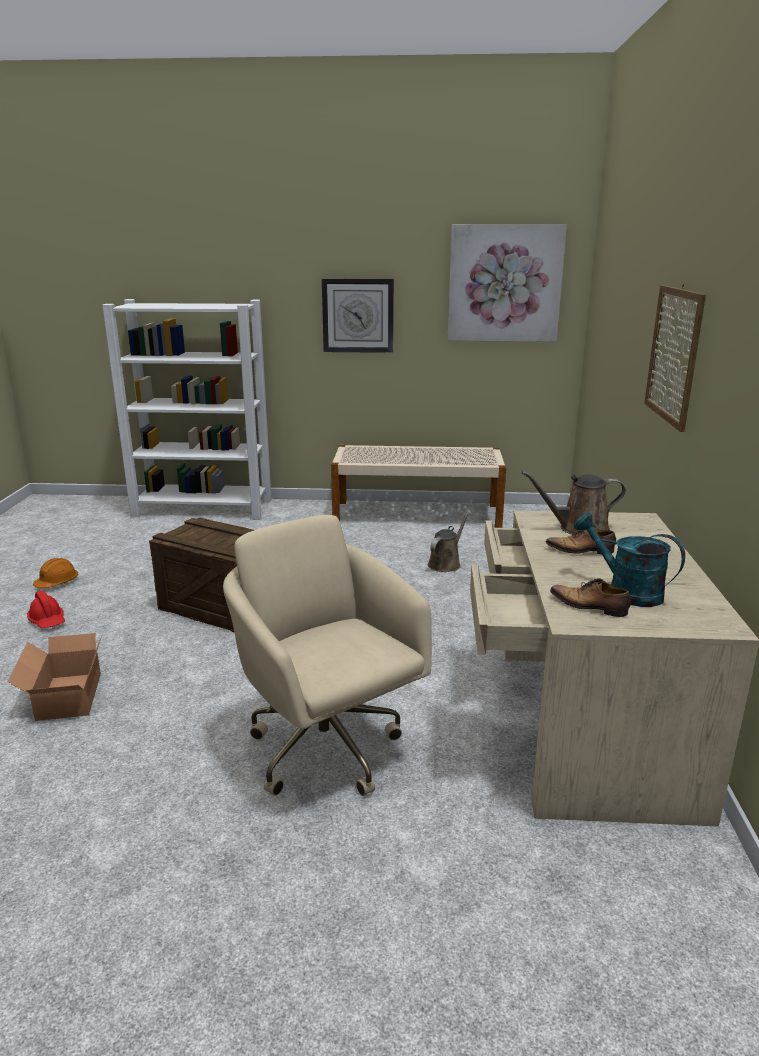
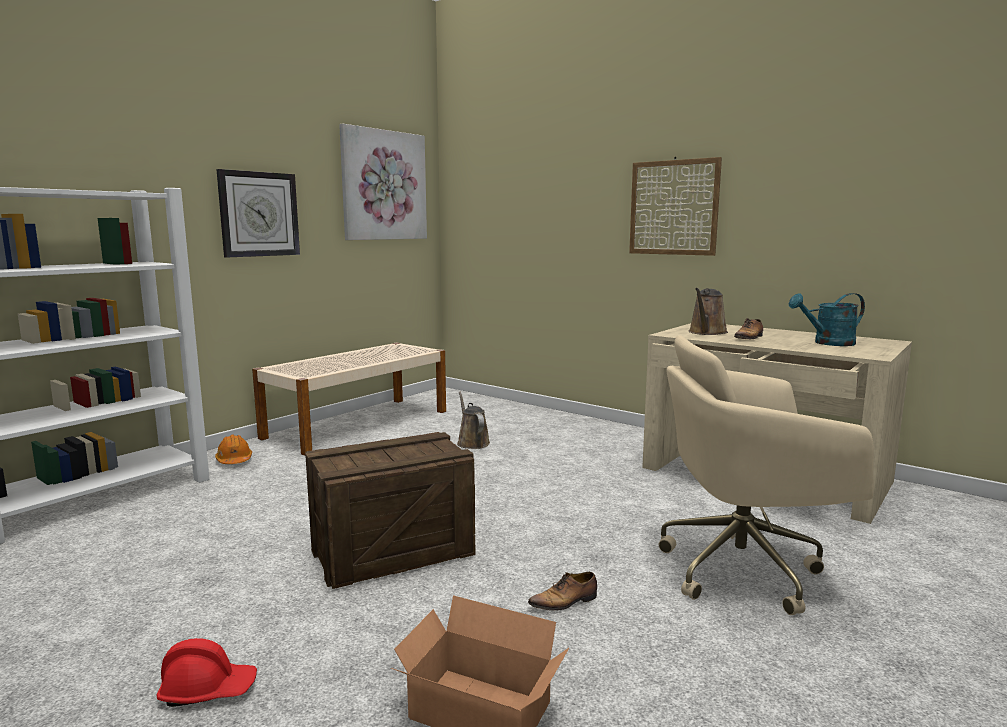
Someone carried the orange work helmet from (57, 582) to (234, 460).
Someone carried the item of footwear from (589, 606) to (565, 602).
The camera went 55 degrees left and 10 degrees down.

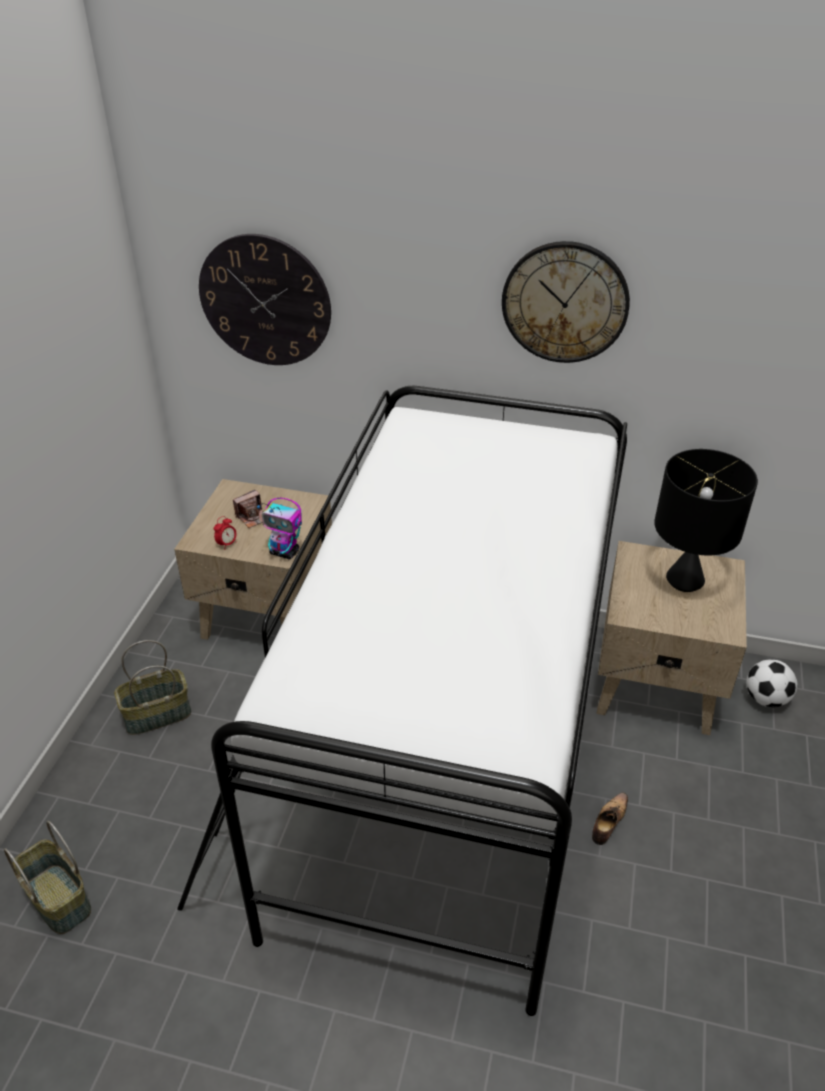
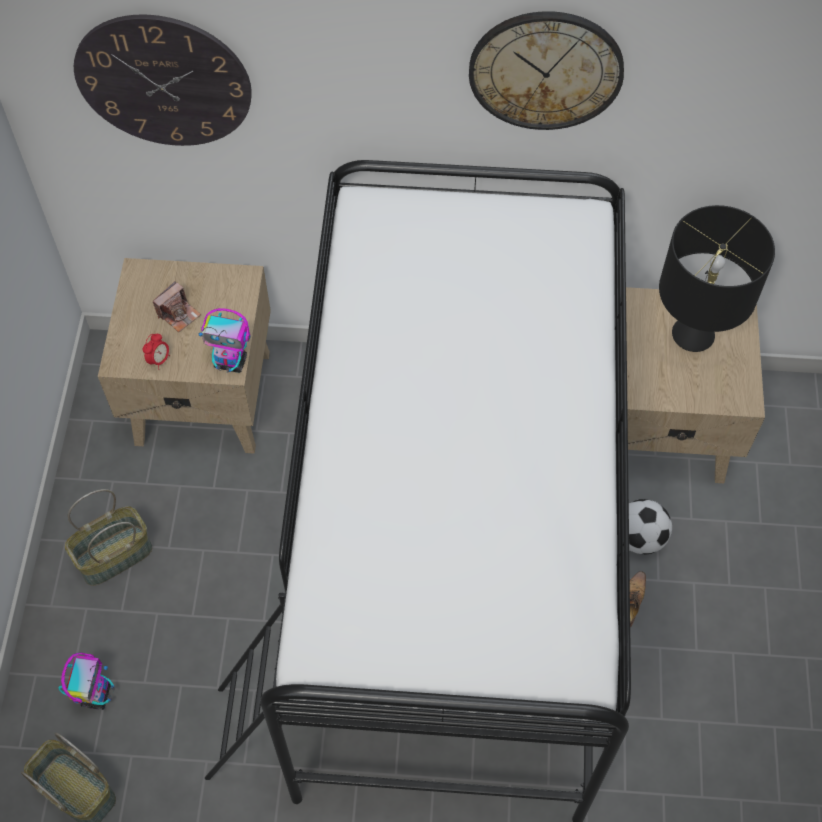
Someone carried the football from (766, 699) to (640, 538).
Someone put down the robot figure at (96, 694).
The camera went 10 degrees left and 20 degrees up.

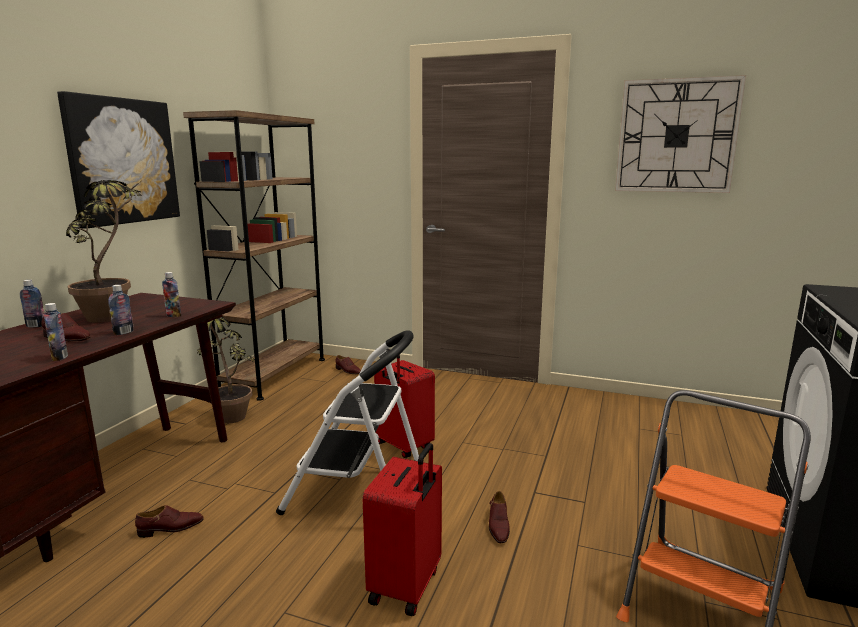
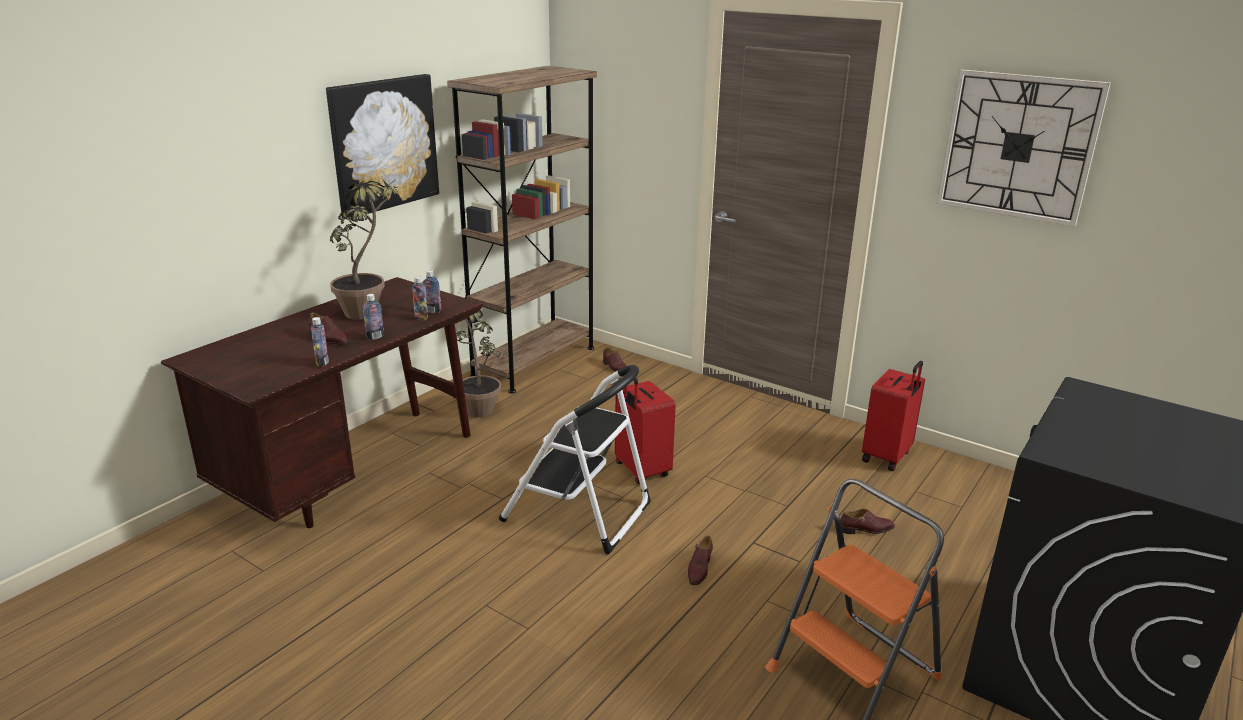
Someone carried the beverage bottle from (36, 326) to (433, 311).
Someone carried the brownish item of footwear from (171, 528) to (866, 529).
Someone carried the reddish piece of luggage from (407, 586) to (887, 457).
The camera went 15 degrees right and 10 degrees up.

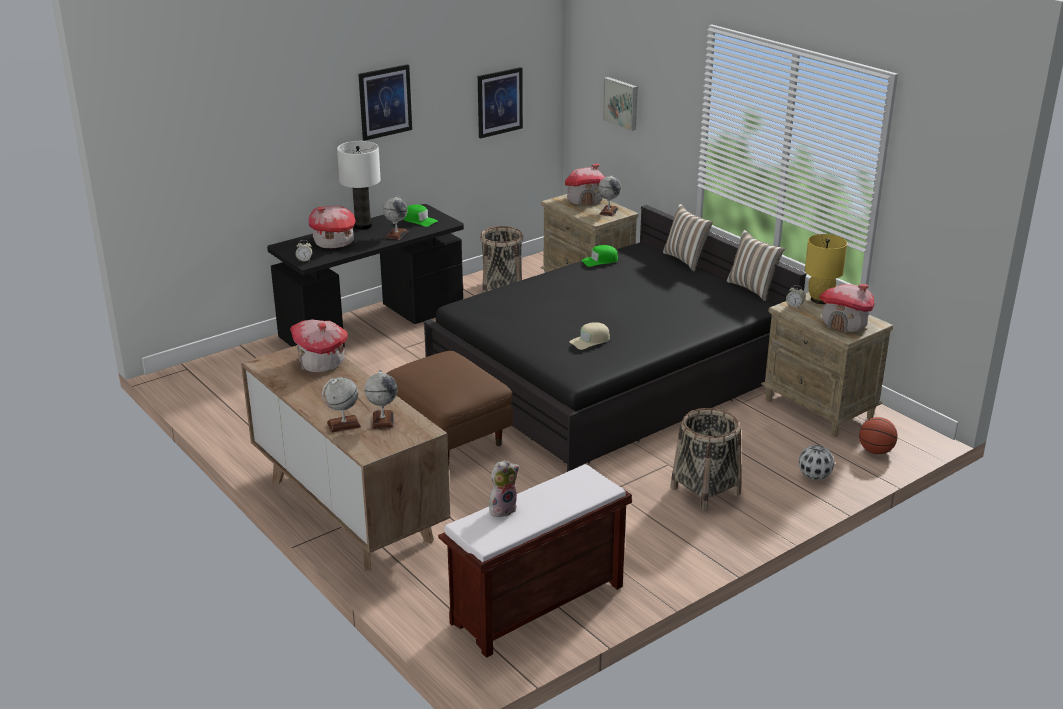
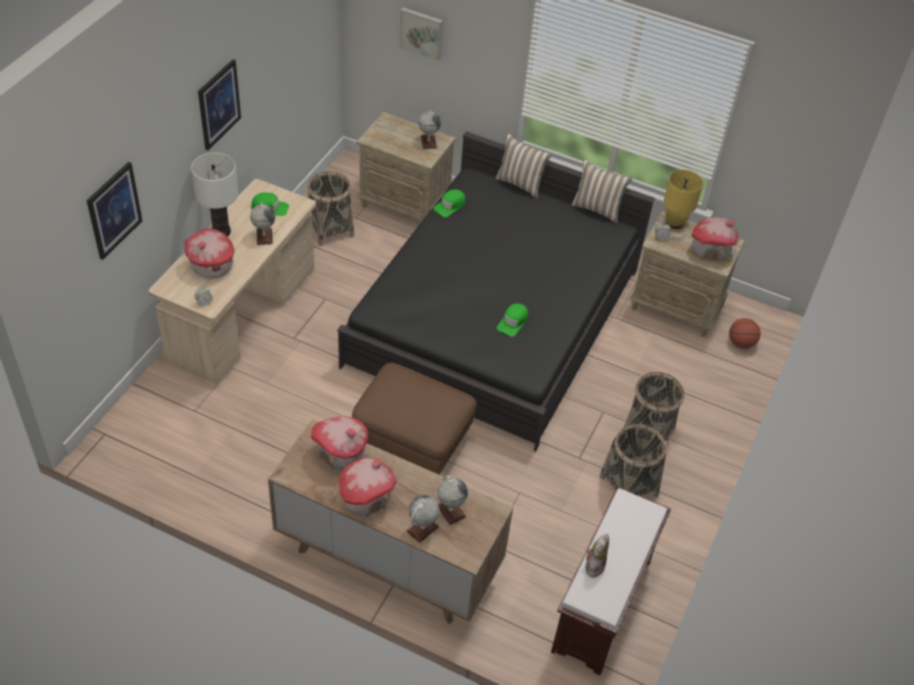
Someone repainted the black desk unit at (373, 325), which became the sand-coloured desk unit at (243, 315).
Someone carried the picture from (499, 102) to (114, 210).
Someone carried the miniature house from (585, 200) to (366, 498).
Someone repainted the sand-coloured peaked cap at (590, 341), which became the greenish peaked cap at (513, 322).
Someone took away the football at (814, 477).
Someone put down the household basket at (628, 485).
The camera went 30 degrees left and 20 degrees up.

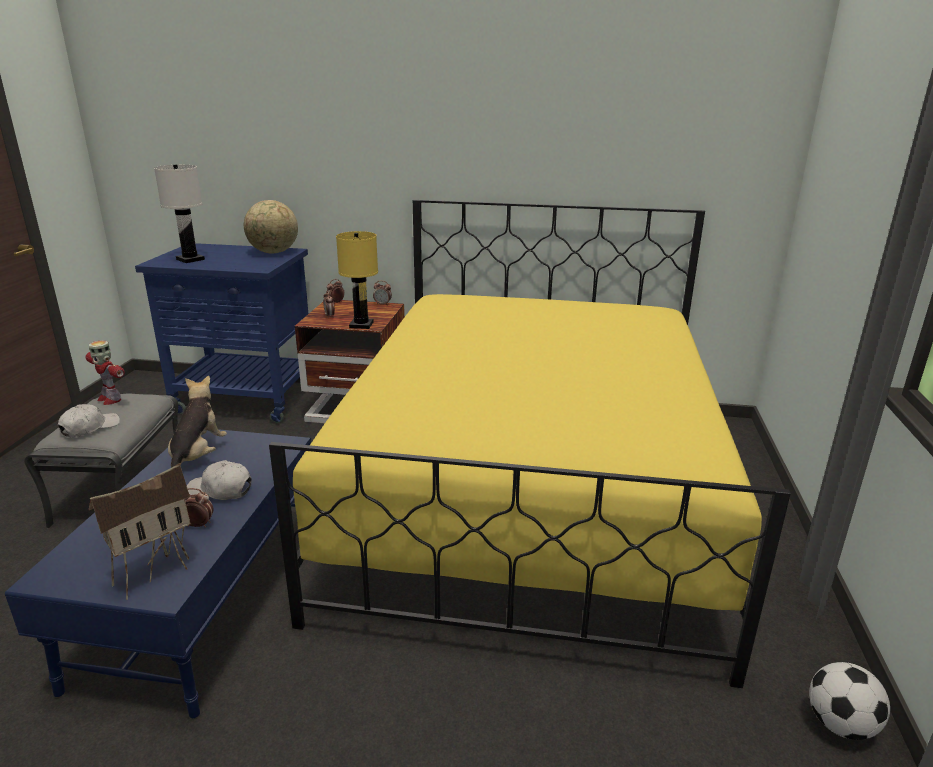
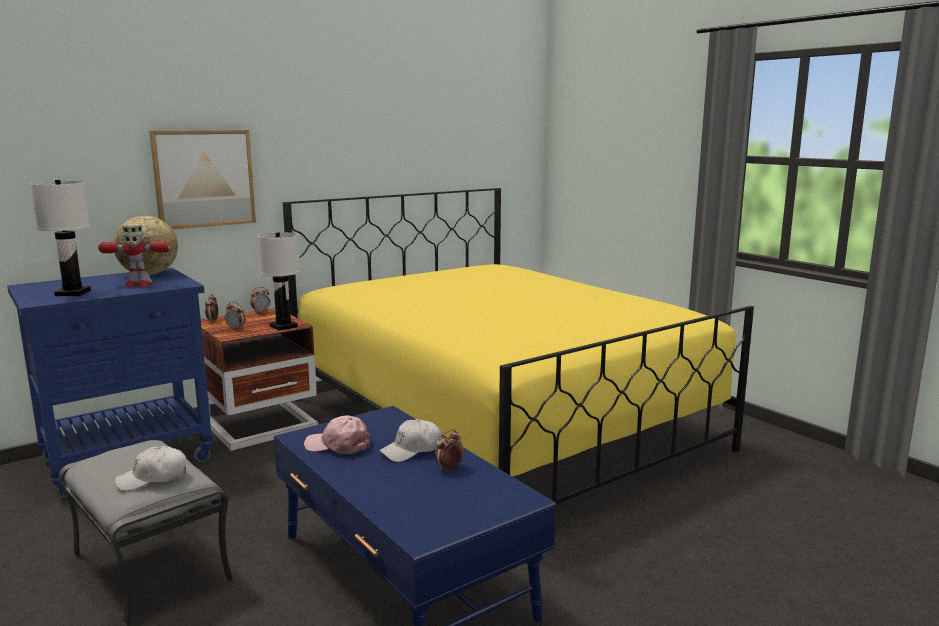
Someone rotated the whitish peaked cap at (90, 428) by 105 degrees counterclockwise.
Someone carried the robot figure from (110, 399) to (138, 284).
Someone took away the miniature house at (154, 571).
Someone swapped the soft toy at (198, 457) for the pink peaked cap at (338, 445).
Someone repainted the yellow tabletop lamp at (361, 325), which became the whitish tabletop lamp at (283, 326).
Someone took away the football at (840, 724).
Someone put up the picture at (204, 178).
The camera went 45 degrees left and 10 degrees down.

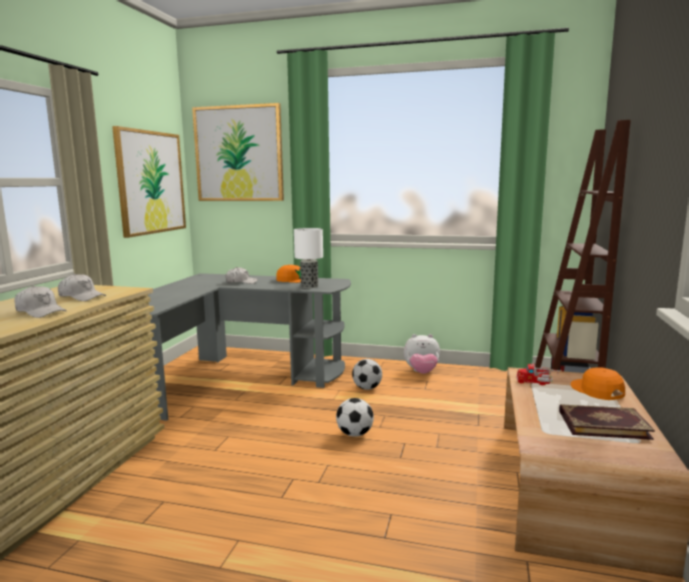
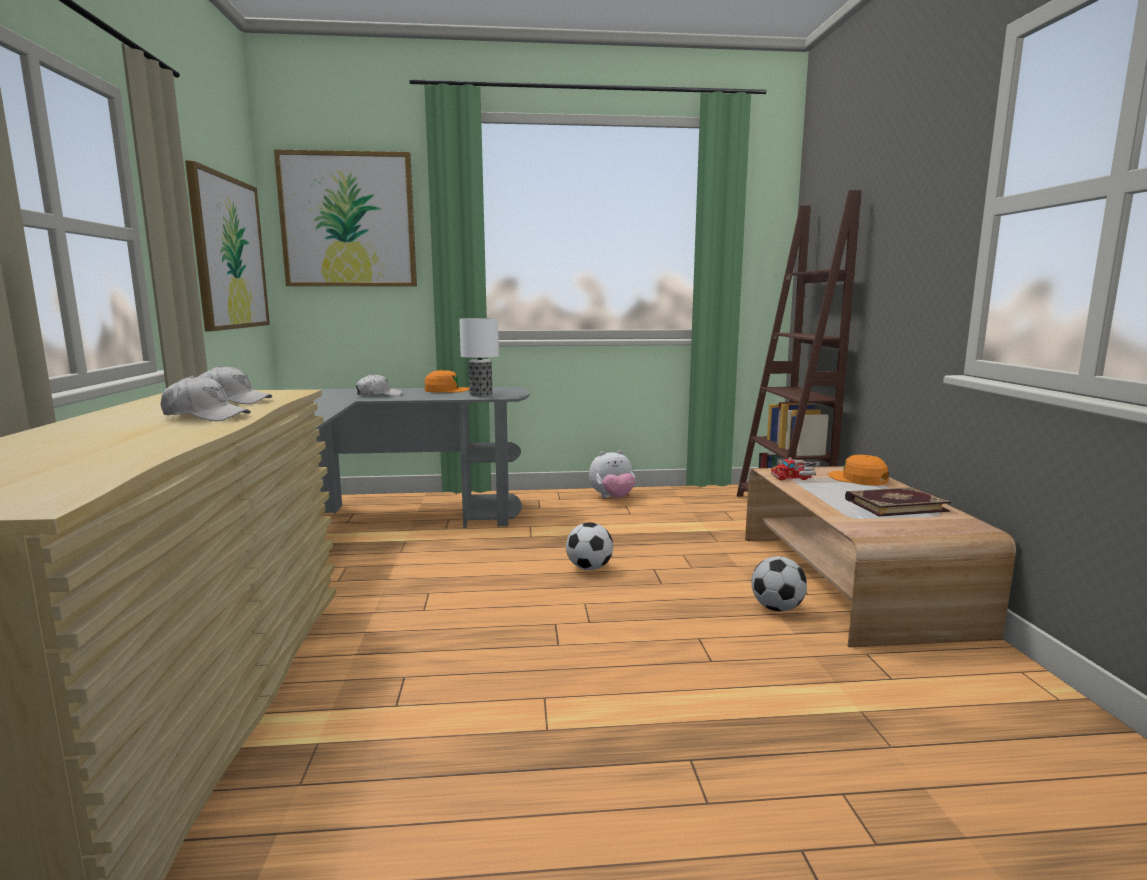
Someone carried the football from (367, 388) to (777, 608).
The camera went 20 degrees left and 0 degrees up.

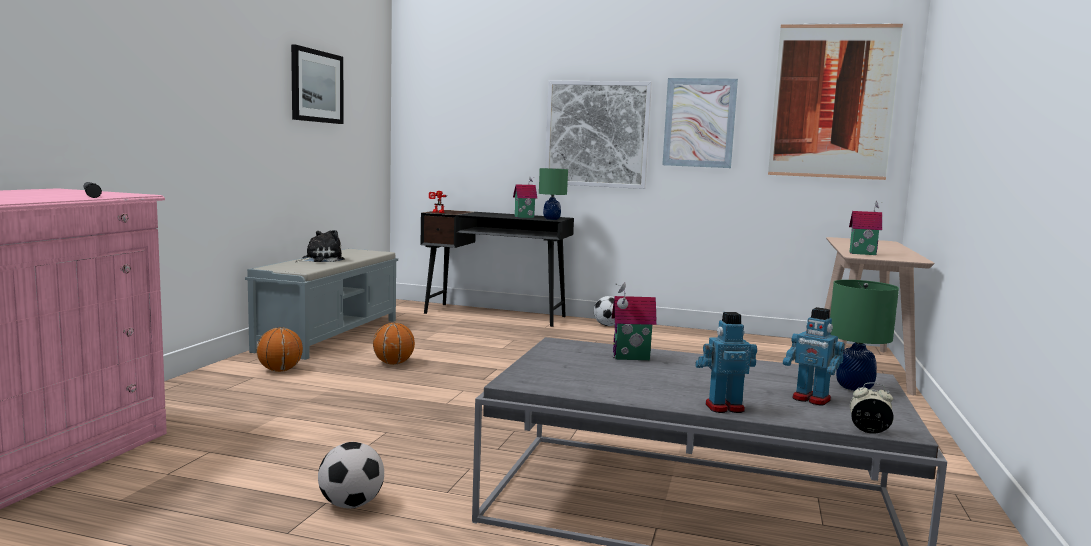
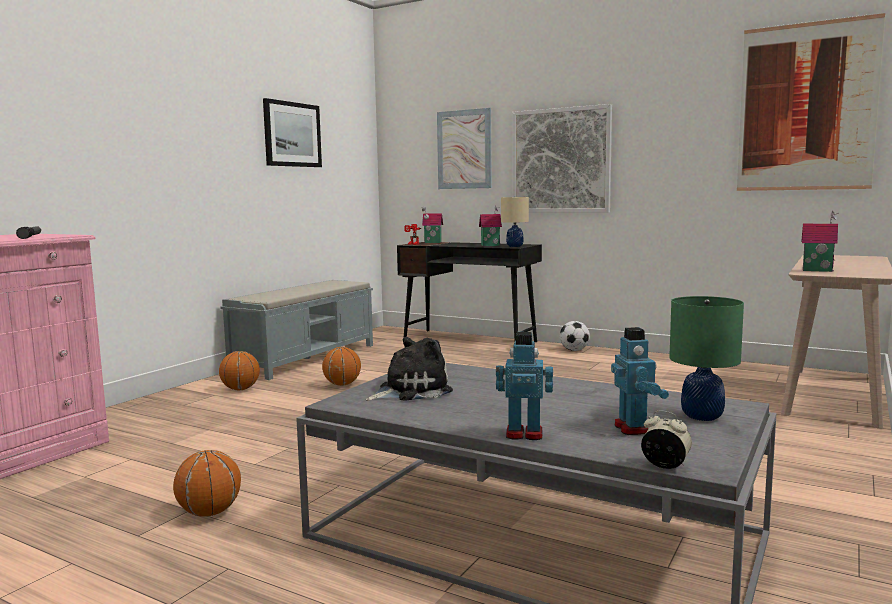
Someone carried the soft toy from (320, 259) to (410, 391).
Someone swapped the football at (351, 504) for the ball for basketball at (209, 513).
Someone repainted the greenish tabletop lamp at (552, 219), which became the sand-coloured tabletop lamp at (515, 246).
Someone carried the miniature house from (631, 358) to (432, 242).
Someone carried the picture from (699, 123) to (464, 149).
Someone rotated the robot figure at (810, 399) by 150 degrees counterclockwise.
The camera went 15 degrees right and 0 degrees up.

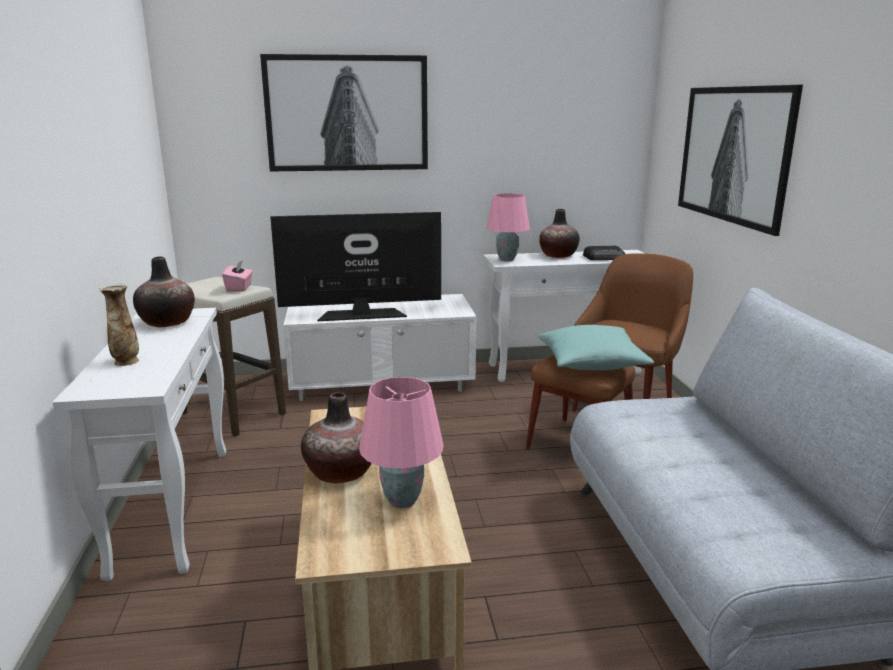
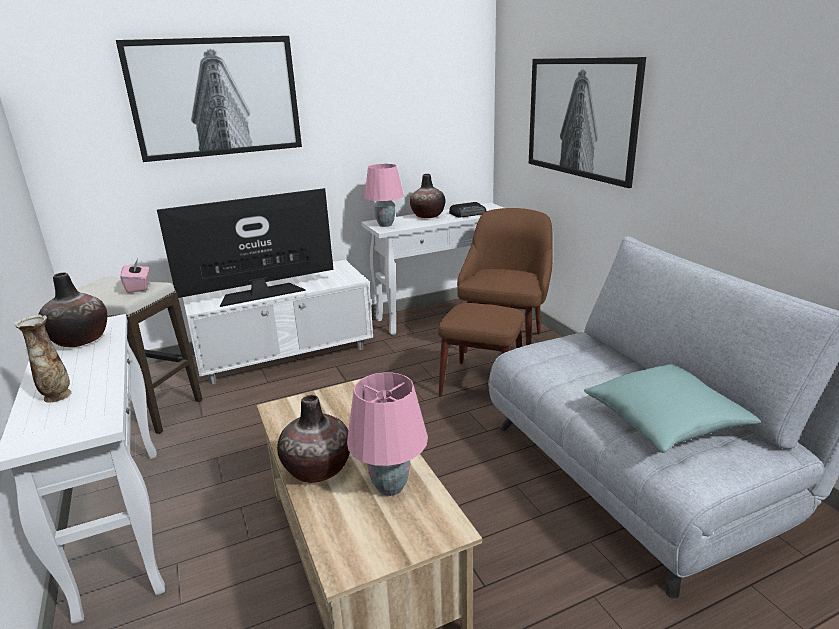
Someone carried the turquoise-coloured cushion from (592, 363) to (666, 422).
The camera went 15 degrees left and 5 degrees up.

